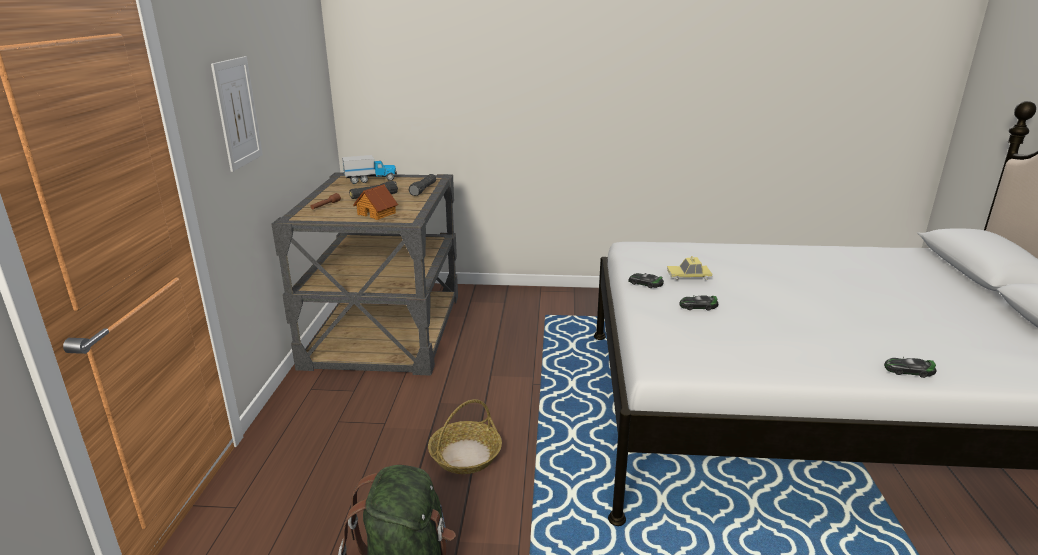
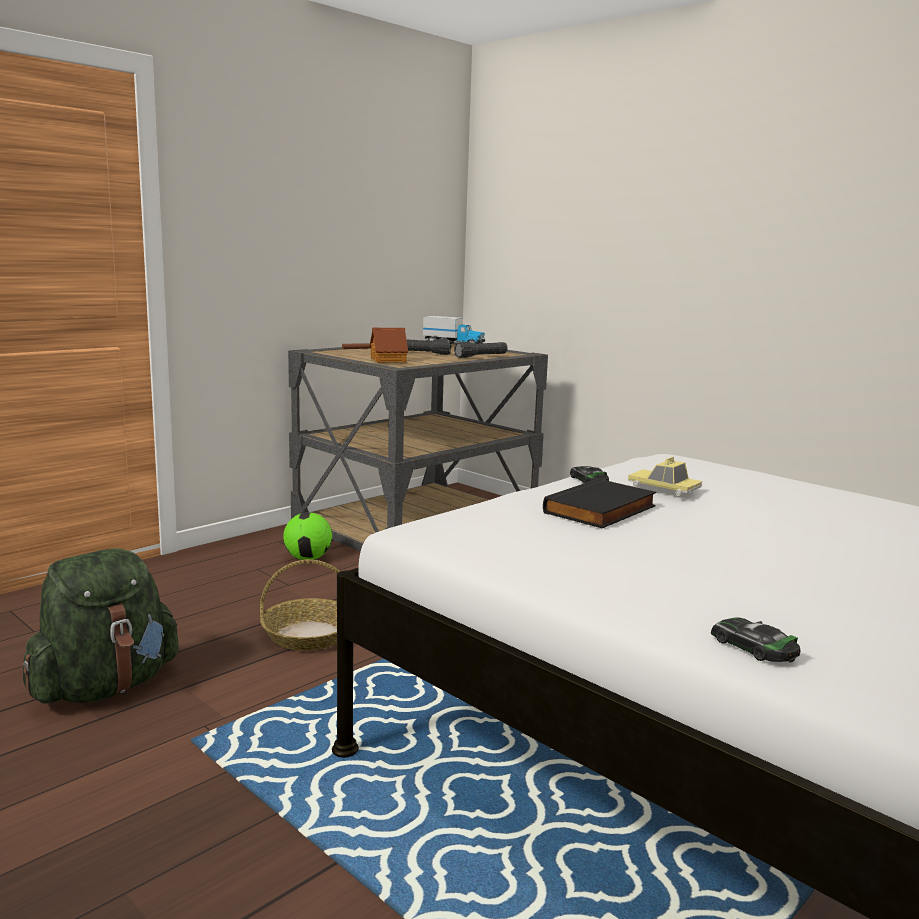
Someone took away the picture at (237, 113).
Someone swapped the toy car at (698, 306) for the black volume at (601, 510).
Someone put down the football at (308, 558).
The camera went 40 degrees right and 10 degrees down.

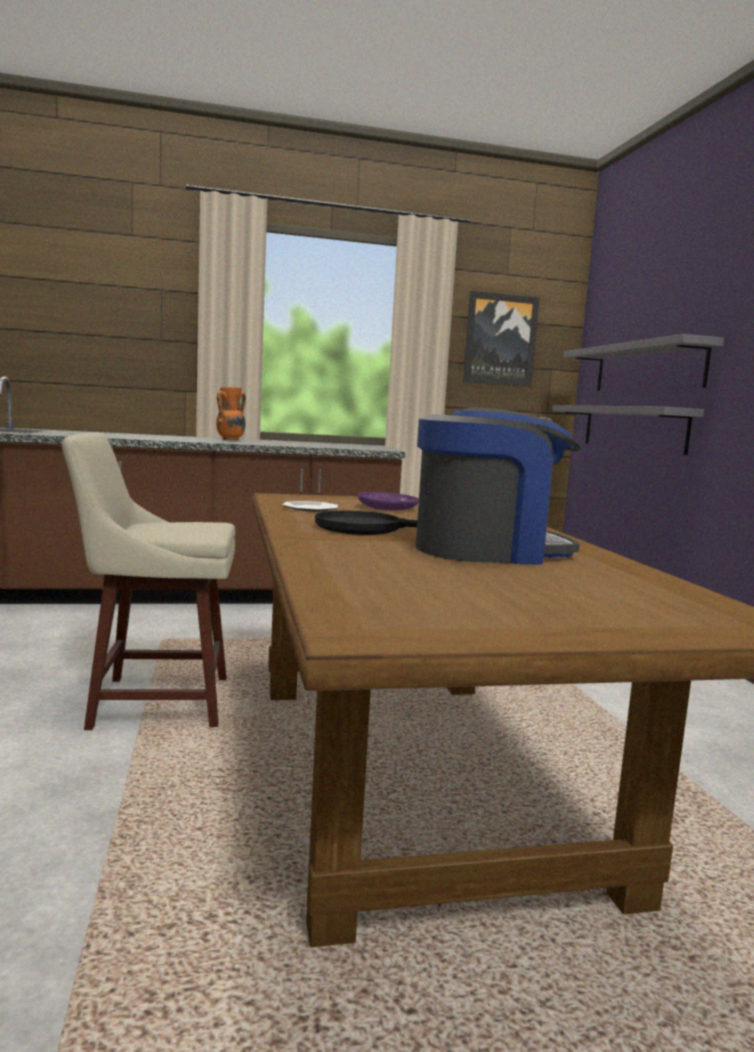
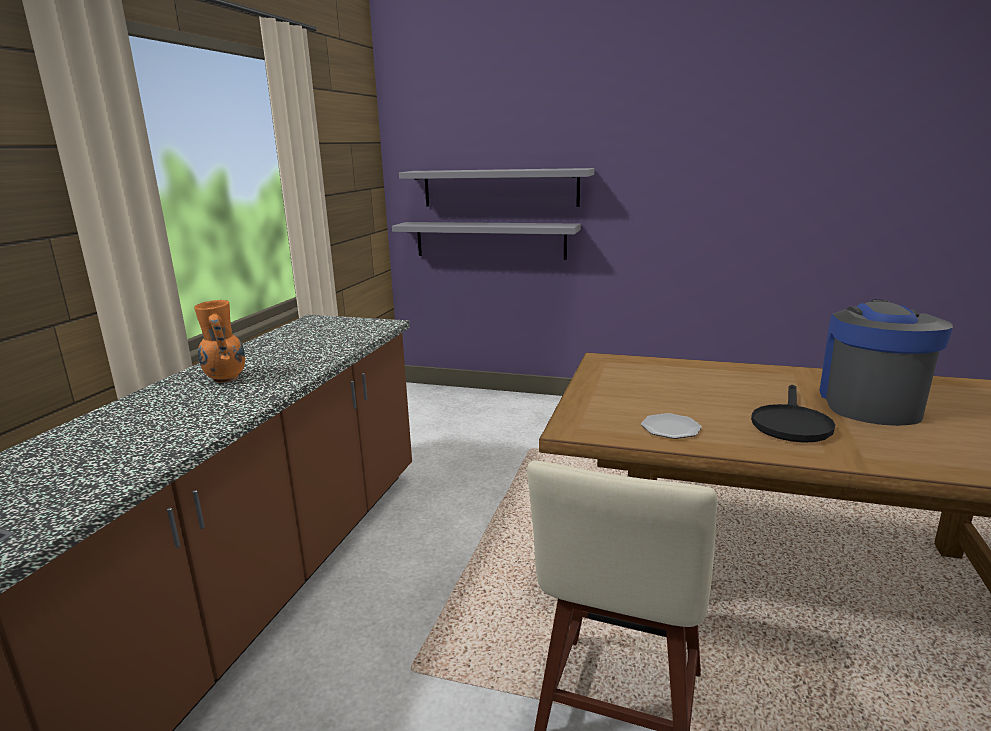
Someone took away the purple plate at (387, 508).
Someone took away the picture at (500, 340).
The camera went 60 degrees left and 10 degrees up.

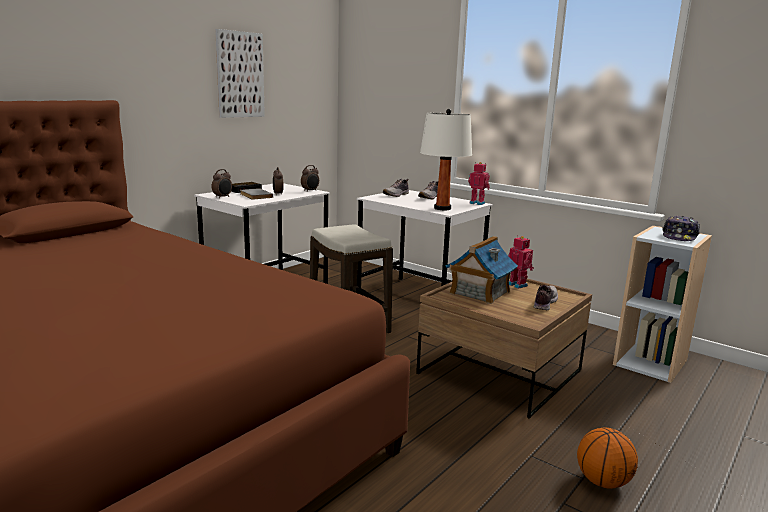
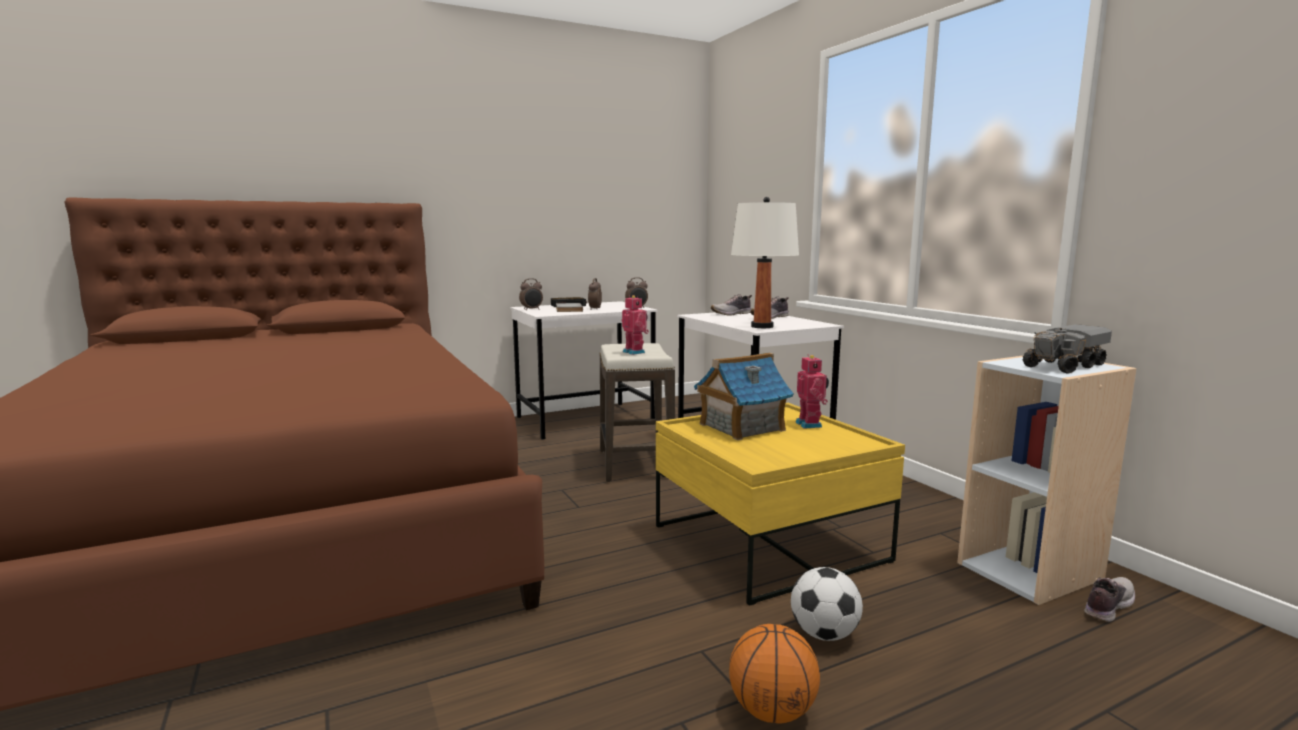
Someone took away the picture at (240, 75).
Someone repainted the brownish lounge table at (499, 372), which became the yellow lounge table at (768, 543).
Someone carried the robot figure from (477, 203) to (635, 352).
Someone carried the item of footwear from (544, 303) to (1106, 606).
Someone swapped the peaked cap at (679, 236) for the model truck at (1064, 366).
Someone put down the football at (824, 634).
The camera went 25 degrees right and 5 degrees down.

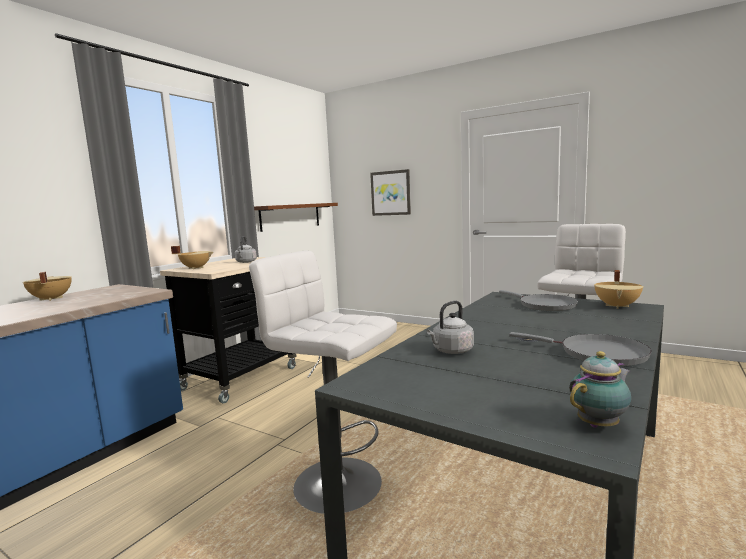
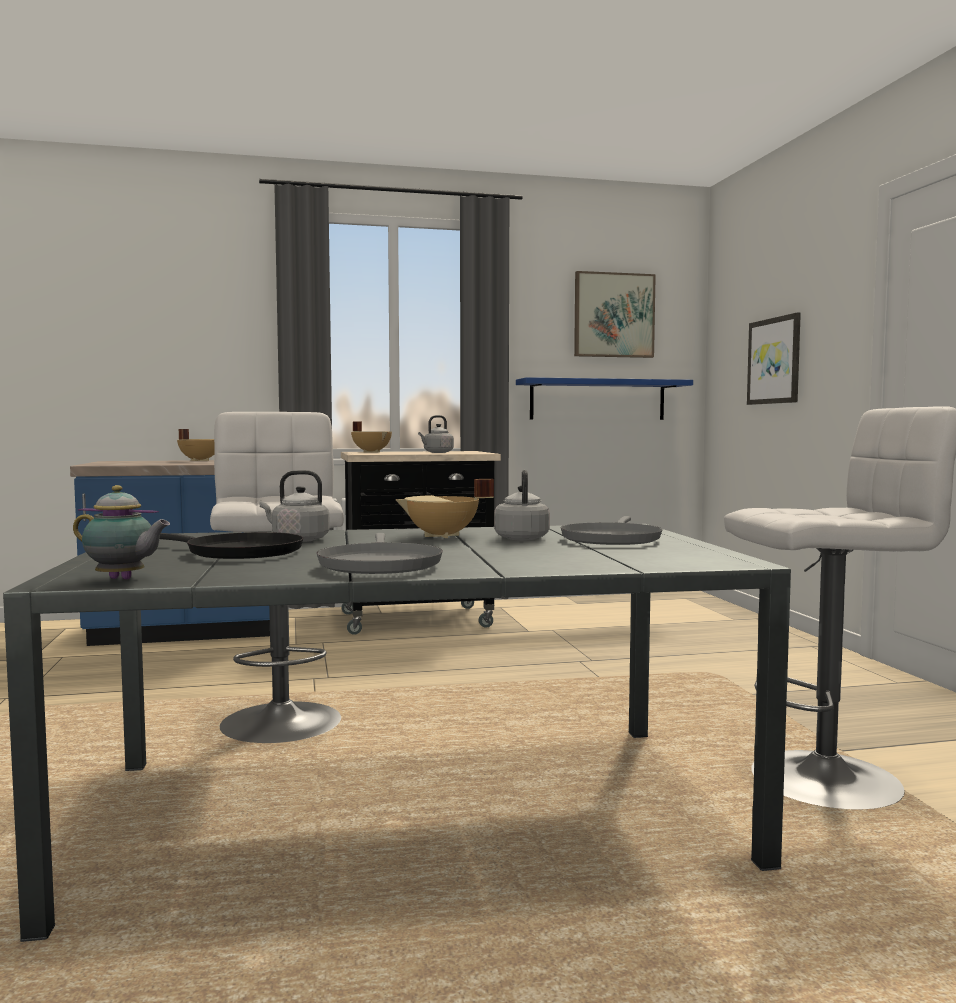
Someone repainted the brownish wall shelf at (290, 216), which became the blue-coloured wall shelf at (597, 400).
Someone carried the sand-coloured stockpot from (618, 306) to (442, 536).
Someone put down the black skillet at (238, 552).
Someone put down the greyish kettle at (521, 538).
Someone put up the picture at (613, 315).
The camera went 45 degrees right and 5 degrees down.

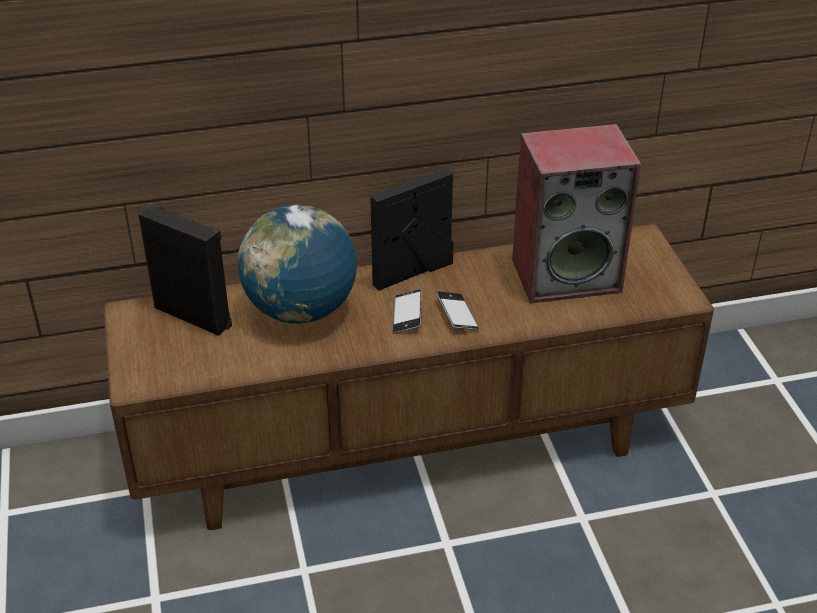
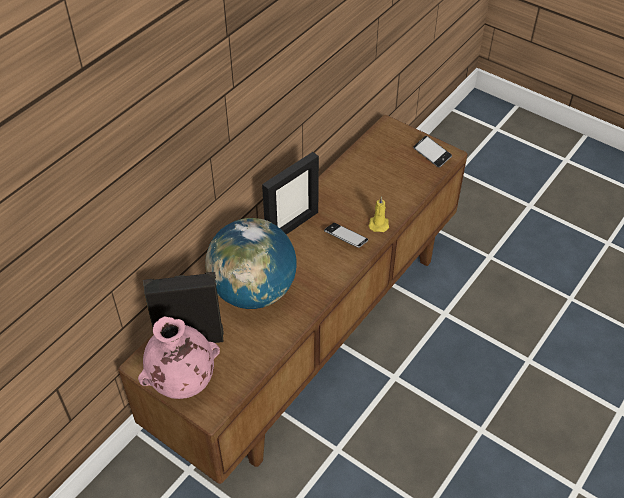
Someone rotated the picture frame at (413, 274) by 150 degrees counterclockwise.
Someone carried the telephone from (407, 315) to (432, 154).
Someone took away the loudspeaker at (567, 274).
Someone put down the pink flower vase at (183, 384).
Someone put down the yellow wax candle at (378, 224).
The camera went 40 degrees left and 10 degrees up.

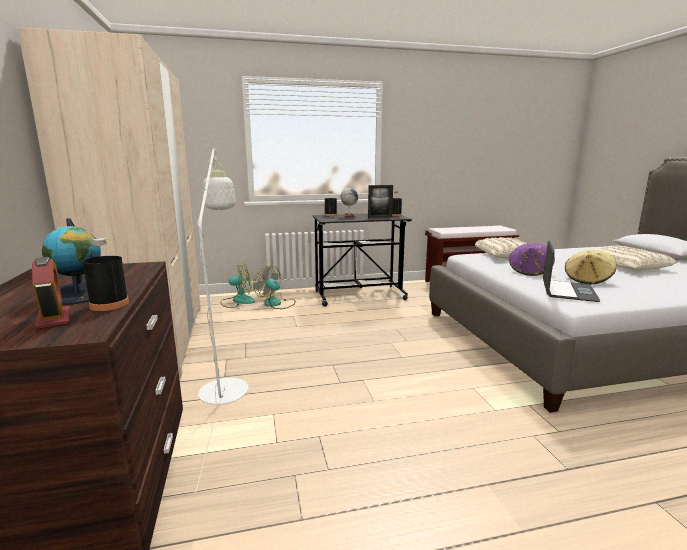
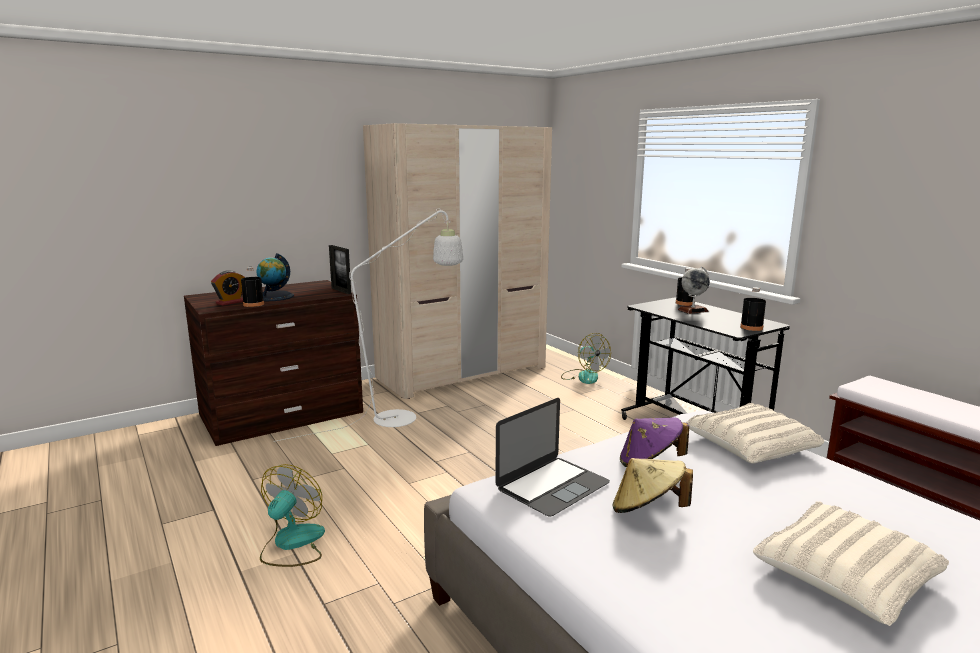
Someone carried the electric fan from (276, 304) to (292, 544).
Someone carried the picture frame from (380, 217) to (341, 291).
Someone rotated the portable computer at (568, 291) by 45 degrees counterclockwise.
The camera went 70 degrees right and 0 degrees up.

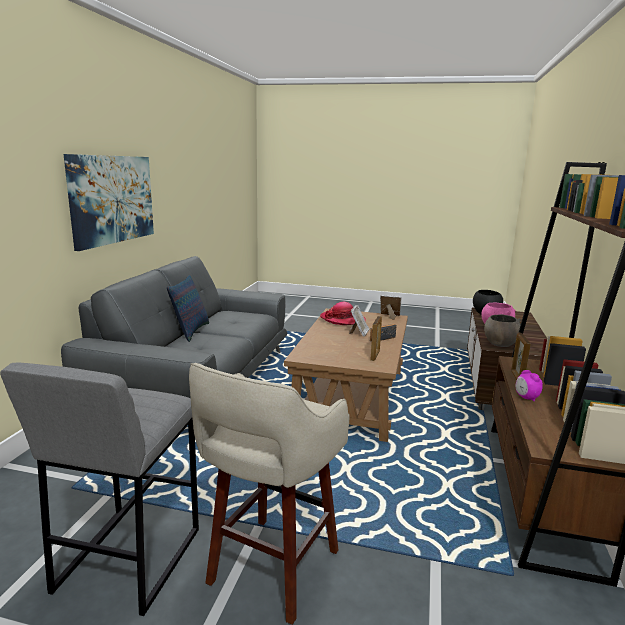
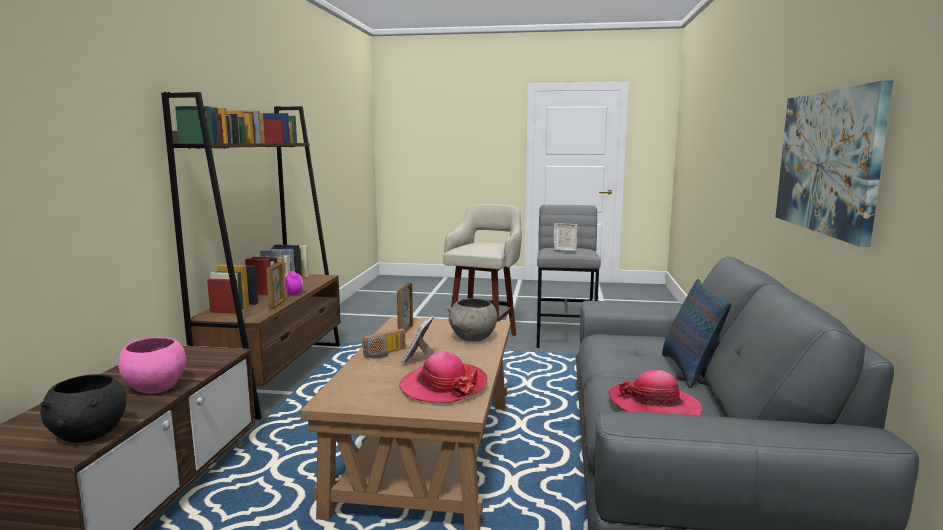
Someone carried the picture frame from (390, 317) to (564, 250).
Someone carried the greyish deep dish from (500, 344) to (473, 339).
Someone put down the wearable hat at (654, 406).
The camera went 175 degrees right and 5 degrees down.

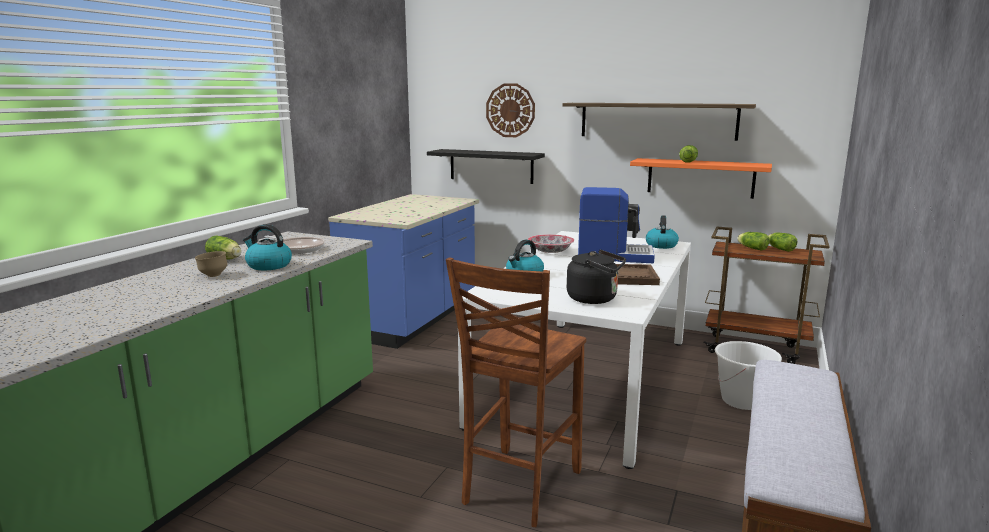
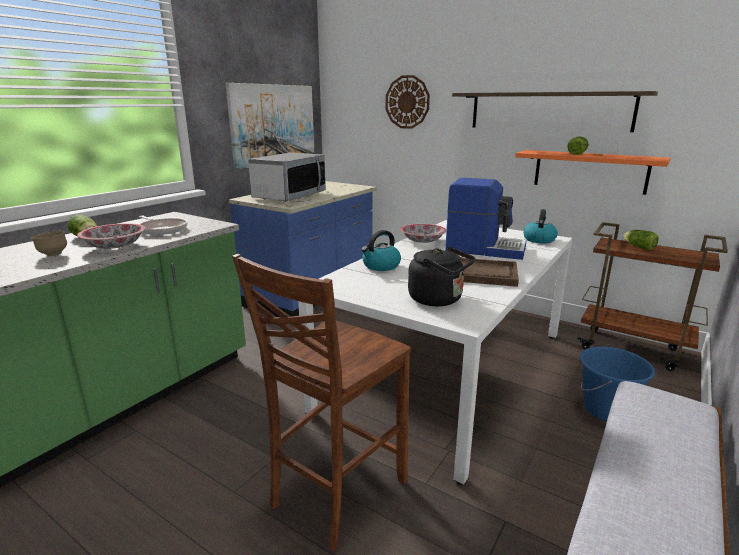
Someone swapped the kettle at (268, 265) for the deep dish at (115, 246).
Someone took away the black wall shelf at (491, 166).
Someone repainted the whitish water bucket at (742, 401), which became the blue-coloured water bucket at (606, 410).
Someone took away the head of lettuce at (779, 249).
Someone put up the picture at (273, 124).
Someone put down the microwave oven at (289, 196).
The camera went 10 degrees right and 5 degrees up.

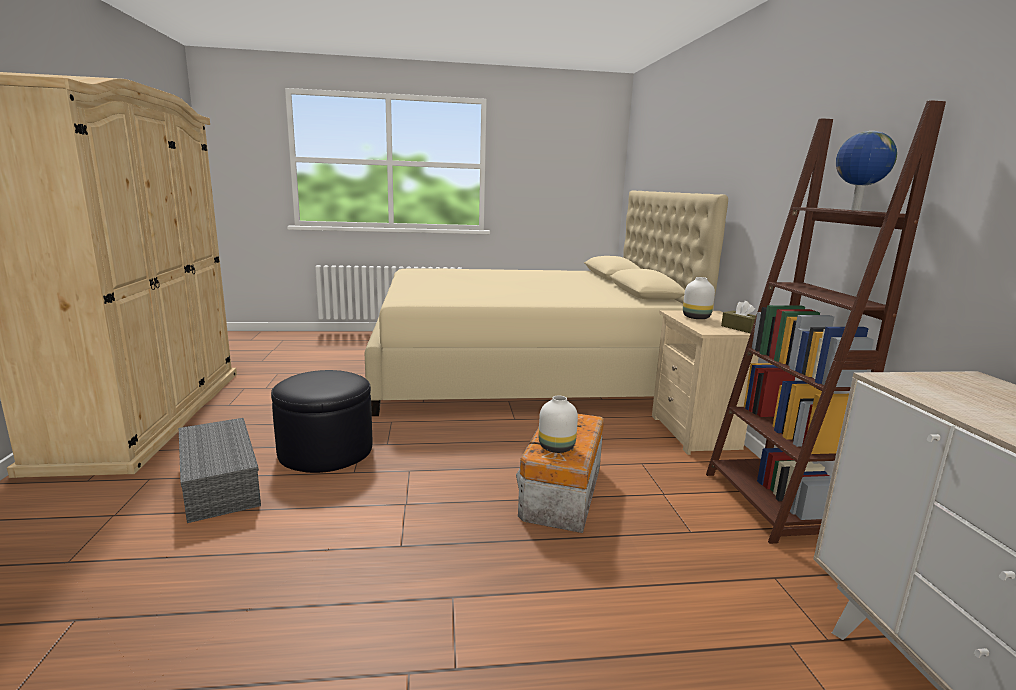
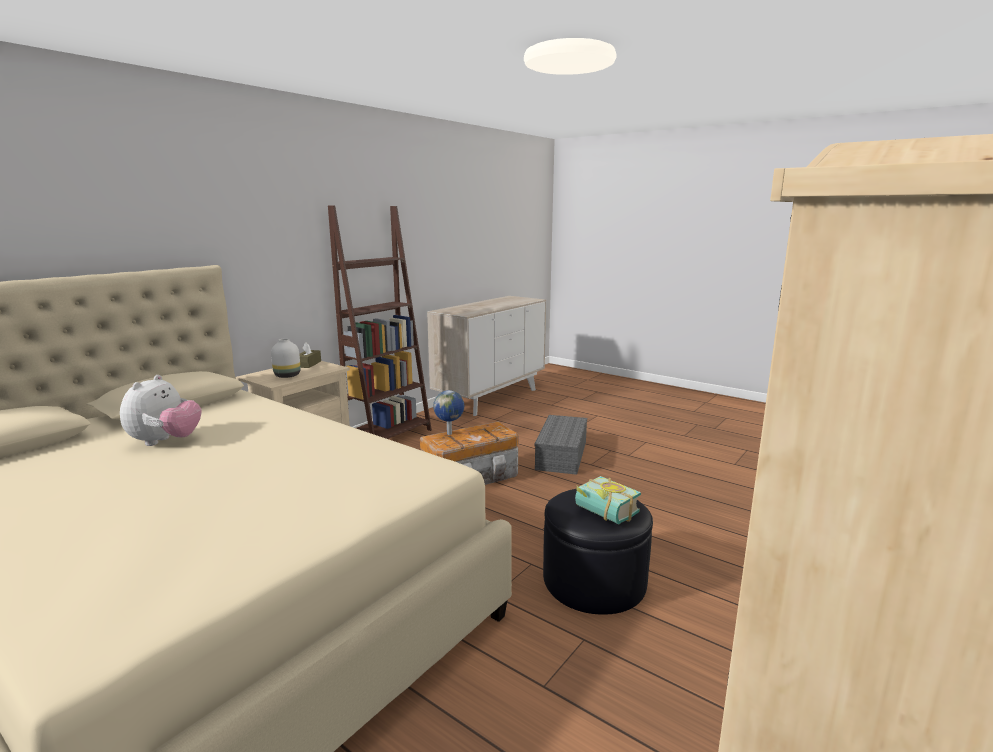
Someone carried the greyish storage container from (218, 483) to (562, 455).
Someone took away the whitish flower vase at (555, 448).
Someone carried the globe from (855, 210) to (450, 434).
Someone put down the soft toy at (165, 442).
Someone put down the volume at (602, 514).
The camera went 135 degrees left and 0 degrees up.

